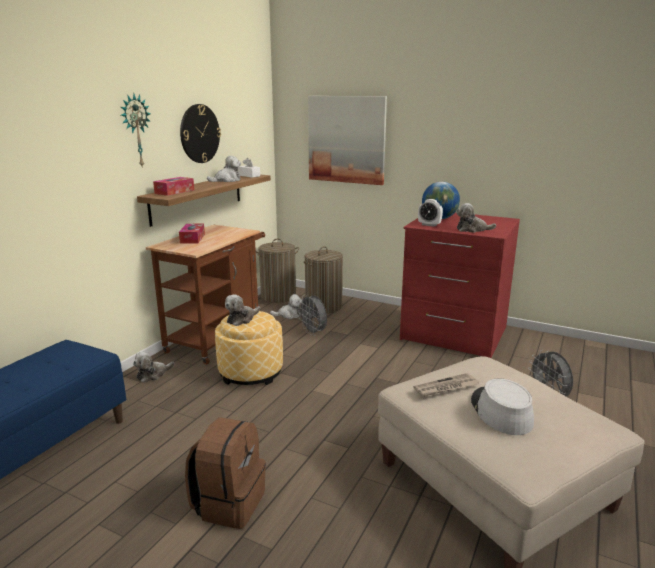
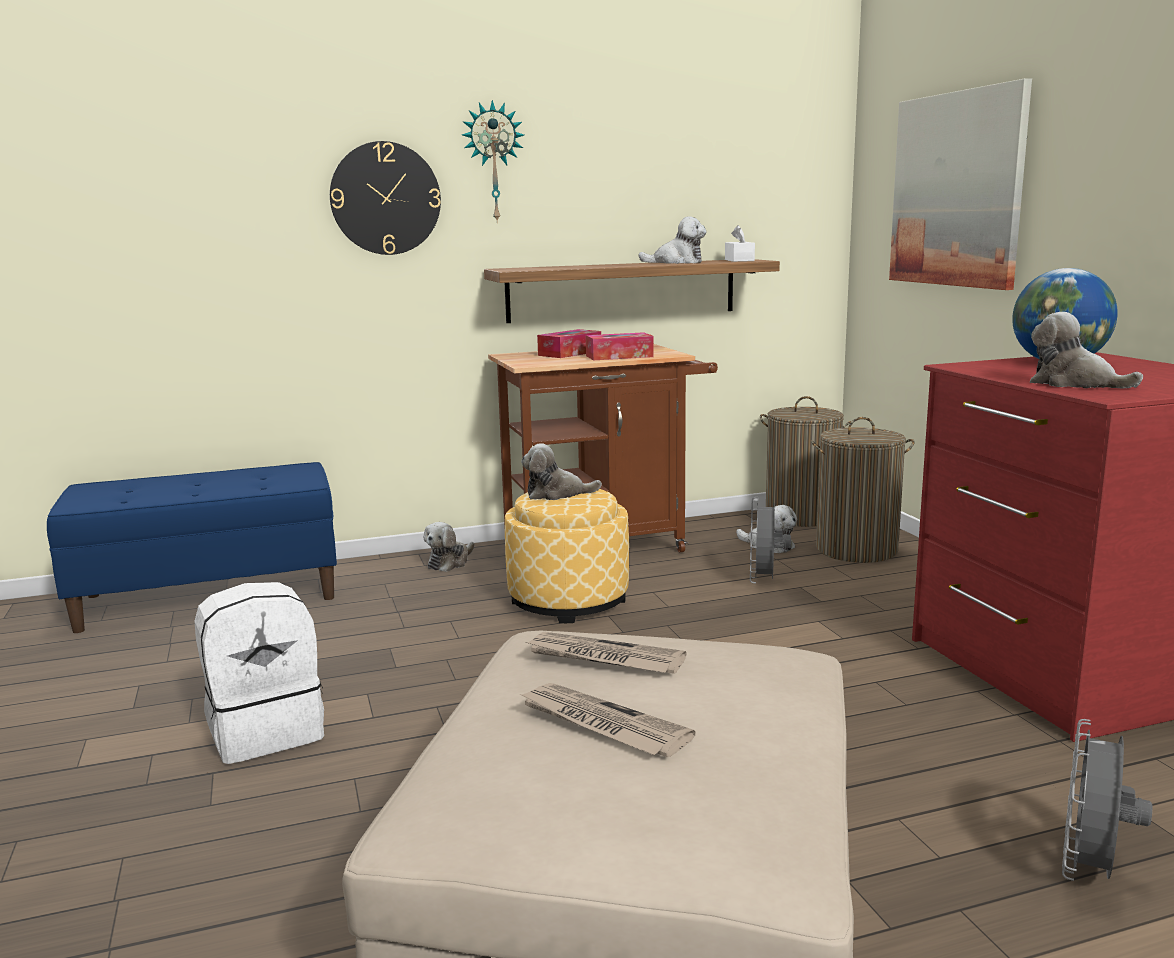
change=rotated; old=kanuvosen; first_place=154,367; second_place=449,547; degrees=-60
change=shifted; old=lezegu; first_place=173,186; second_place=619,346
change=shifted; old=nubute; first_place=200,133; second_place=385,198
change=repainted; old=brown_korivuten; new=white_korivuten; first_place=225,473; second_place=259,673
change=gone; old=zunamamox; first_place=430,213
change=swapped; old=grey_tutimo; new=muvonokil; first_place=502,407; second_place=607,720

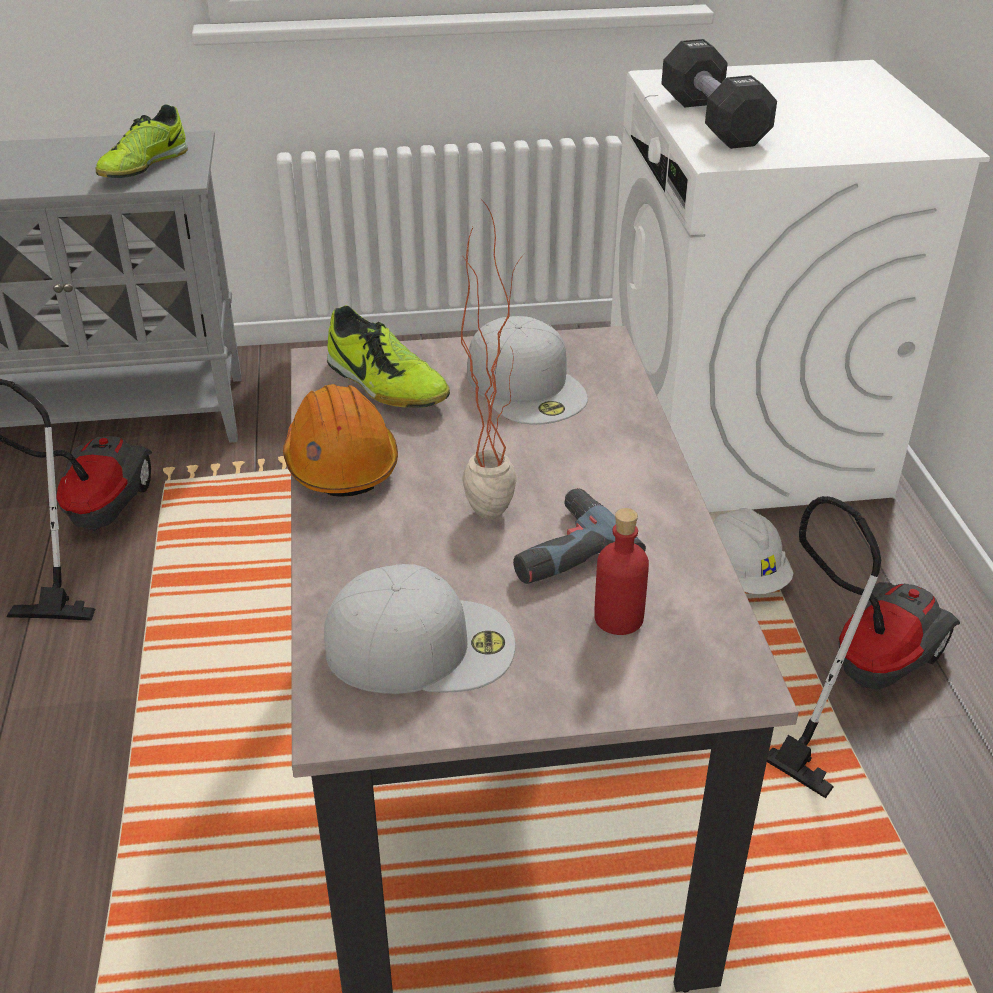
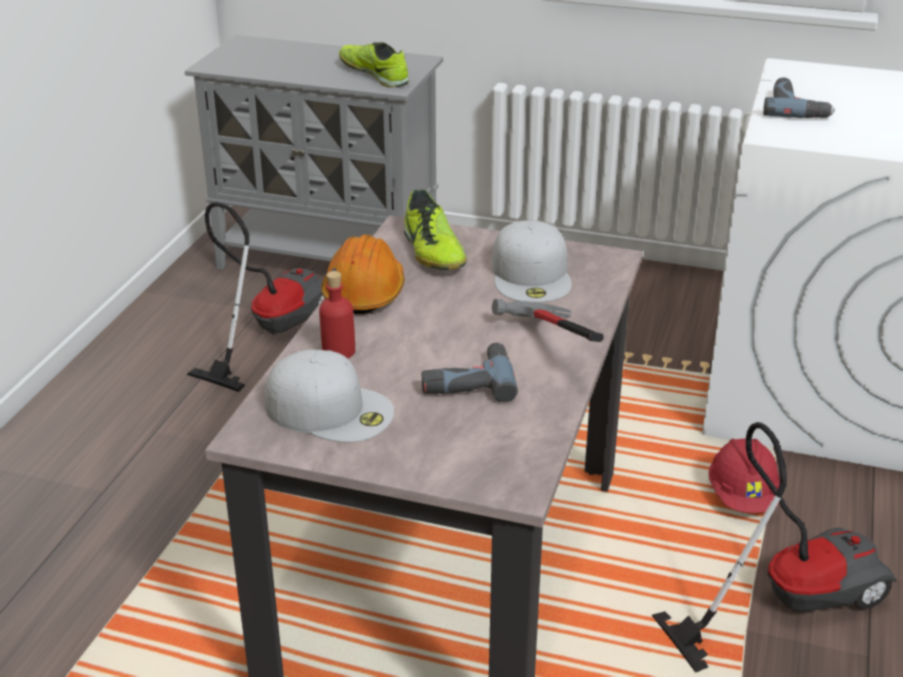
change=rotated; old=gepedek; first_place=141,141; second_place=374,64; degrees=90
change=gone; old=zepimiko; first_place=492,359
change=shifted; old=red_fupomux; first_place=621,571; second_place=337,314
change=swapped; old=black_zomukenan; new=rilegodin; first_place=719,94; second_place=799,97
change=repainted; old=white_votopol; new=red_votopol; first_place=753,551; second_place=744,475
change=new; new=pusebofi; second_place=548,320

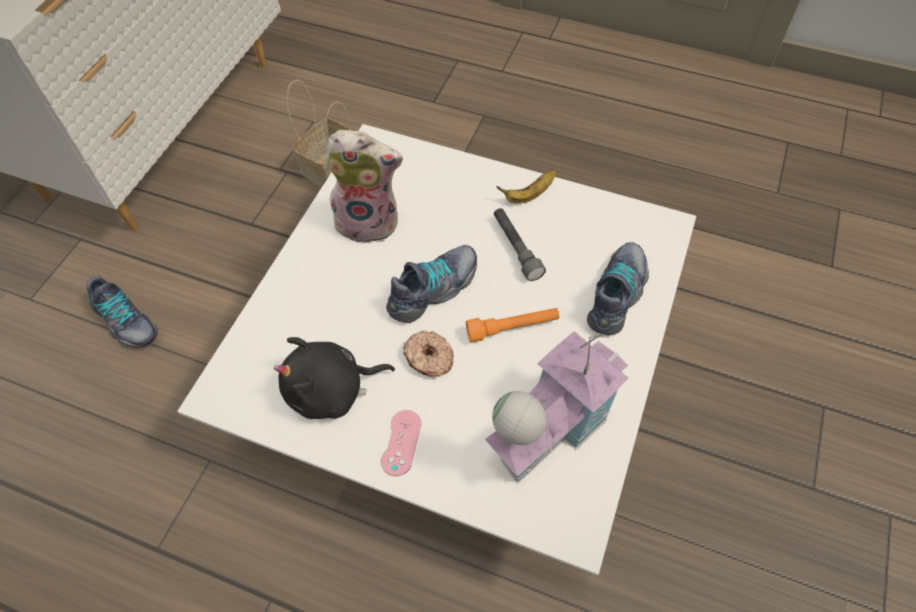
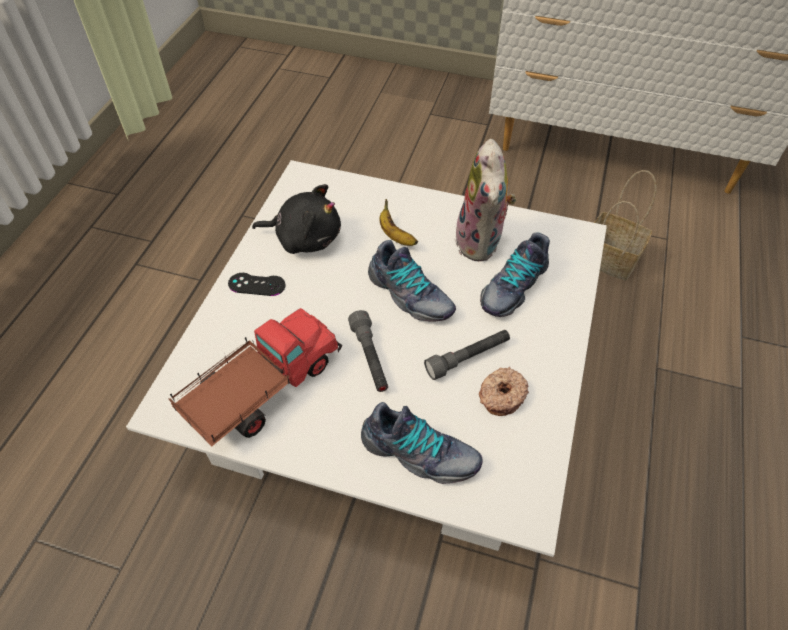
change=shifted; old=gepedek; first_place=122,312; second_place=515,274
change=rotated; old=black_kanuvosen; first_place=334,378; second_place=296,219; degrees=120
change=repainted; old=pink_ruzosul; new=black_ruzosul; first_place=401,443; second_place=257,284
change=shifted; old=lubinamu; first_place=428,354; second_place=504,391
change=repainted; old=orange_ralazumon; new=grey_ralazumon; first_place=513,325; second_place=368,351
change=swapped; old=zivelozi; new=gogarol; first_place=556,407; second_place=255,377
change=shifted; old=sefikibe; first_place=526,186; second_place=398,222

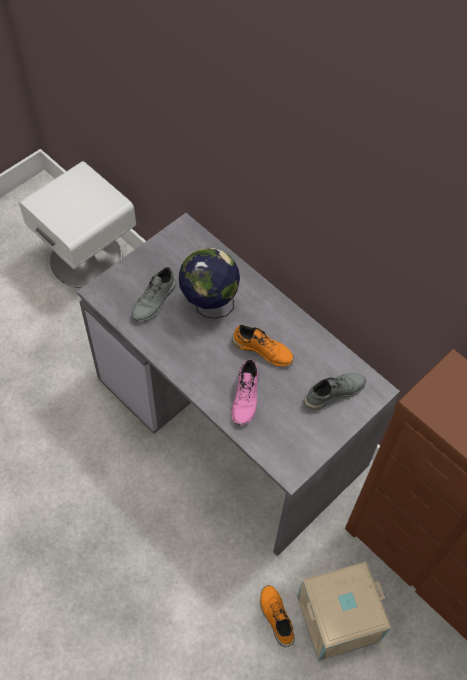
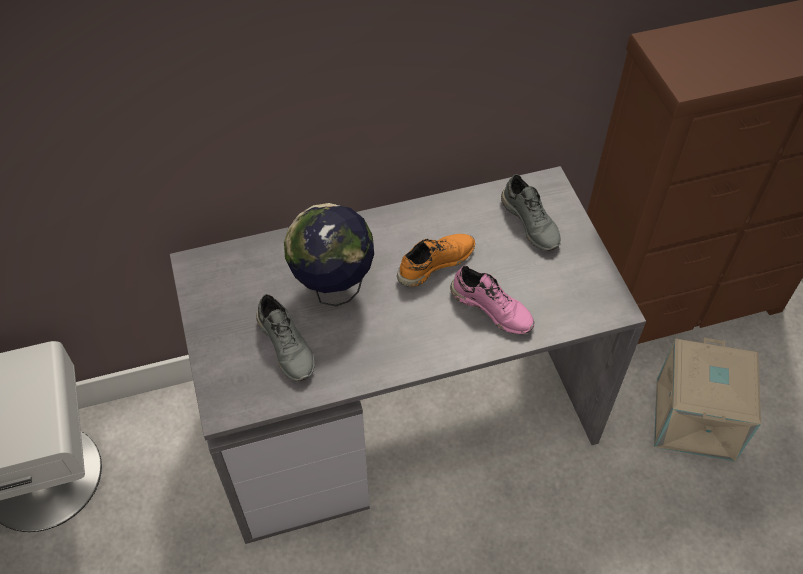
change=gone; old=orange_gepedek; first_place=277,616
change=rotated; old=grey_gepedek; first_place=335,391; second_place=531,212; degrees=150

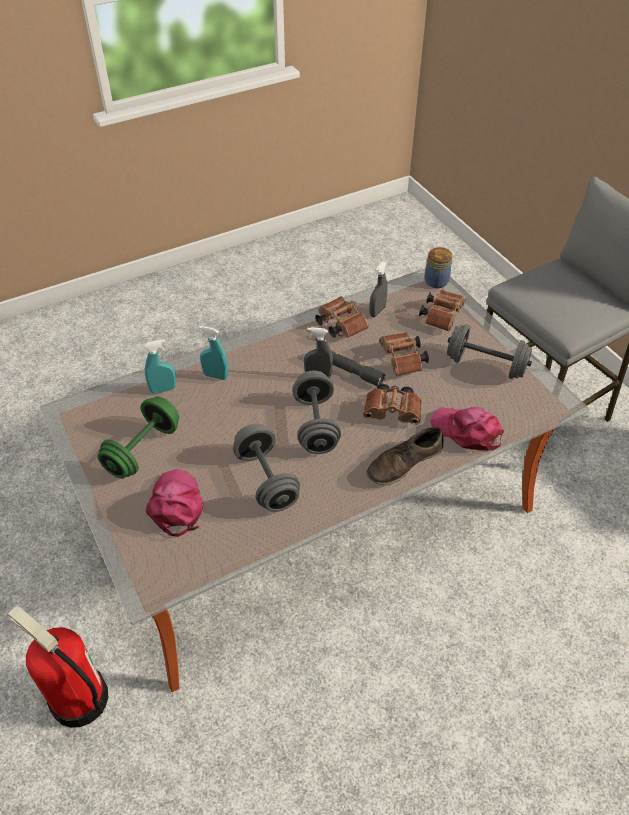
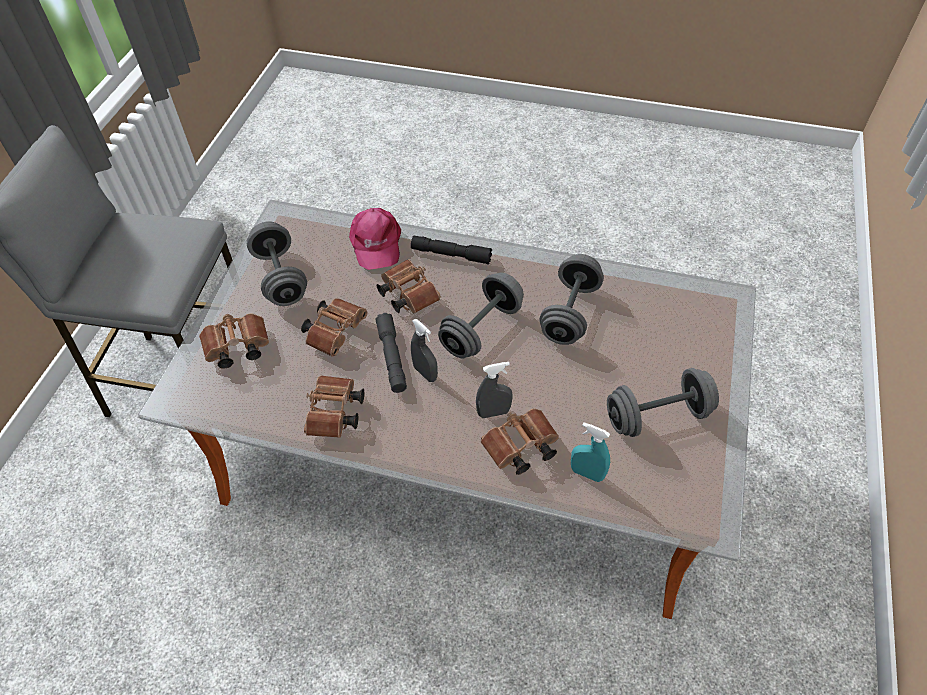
change=gone; old=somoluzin; first_place=58,666
change=repainted; old=green_zomukenan; new=grey_zomukenan; first_place=138,438; second_place=663,402
change=gone; old=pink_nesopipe; first_place=174,503
change=swapped; old=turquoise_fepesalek; new=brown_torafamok; first_place=213,353; second_place=519,441
change=swapped; old=brown_gepedek; new=black_ralazumon; first_place=405,456; second_place=451,250
change=shifted; old=grey_fepesalek; first_place=378,289; second_place=494,390
change=gone; old=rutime; first_place=438,267

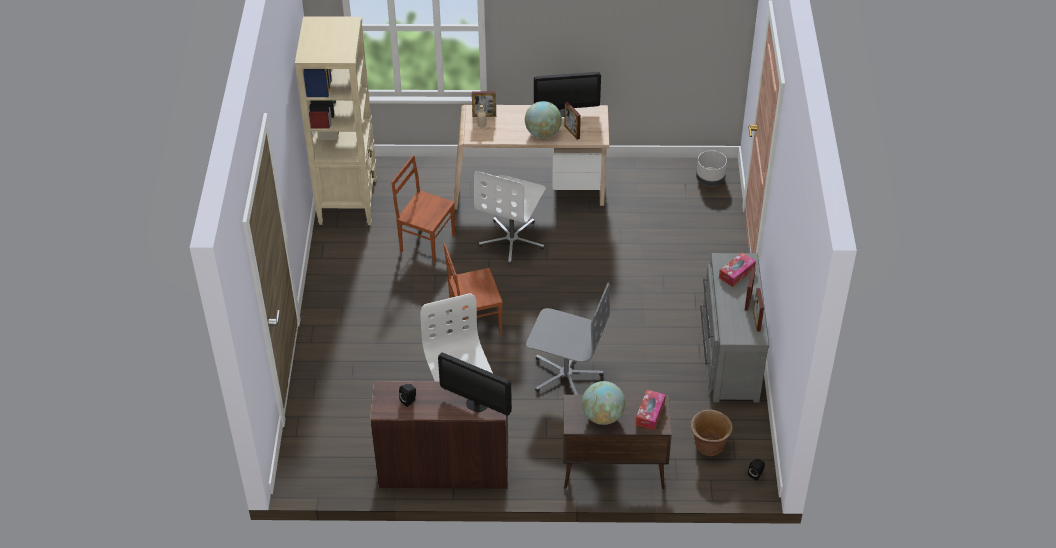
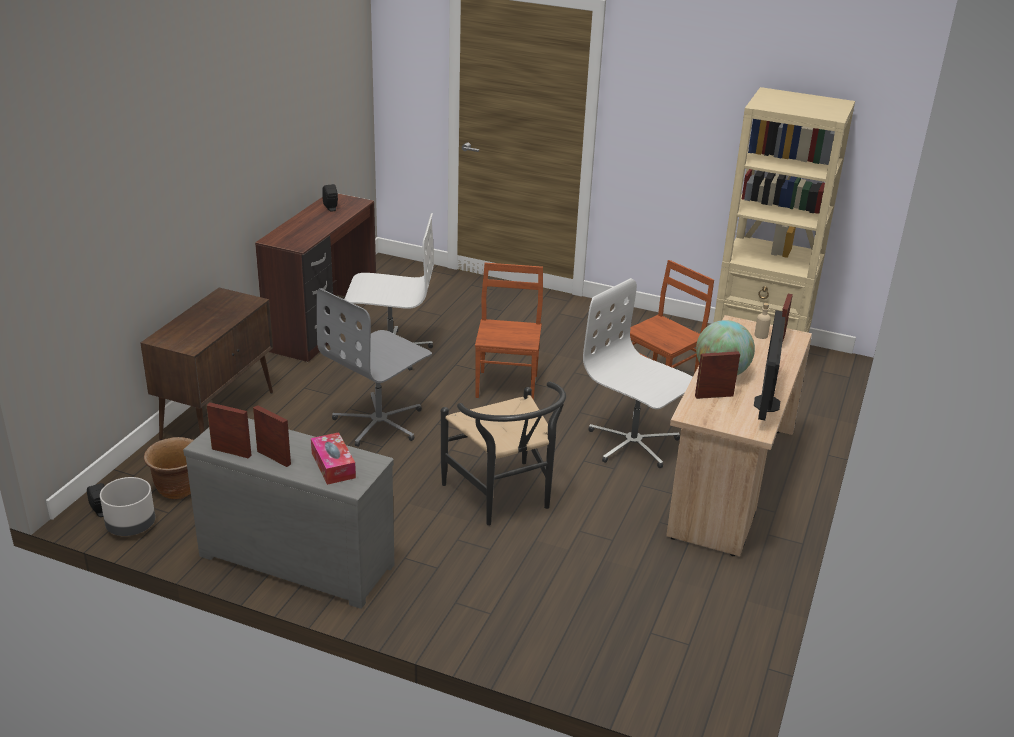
change=gone; old=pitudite; first_place=475,384
change=gone; old=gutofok; first_place=604,403
change=gone; old=lezegu; first_place=650,410
change=shifted; old=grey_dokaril; first_place=711,168; second_place=127,506
change=new; new=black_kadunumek; second_place=503,453

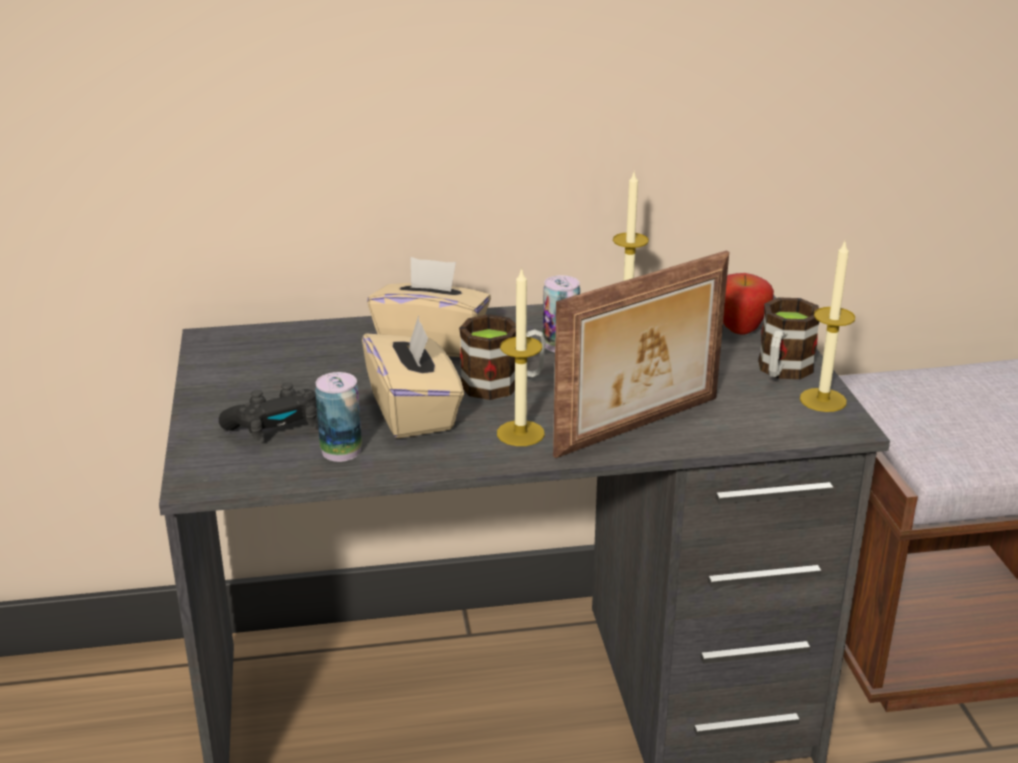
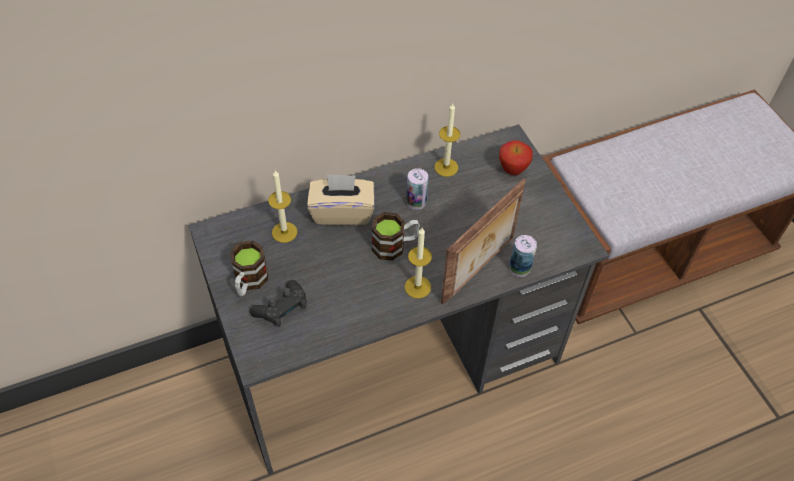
change=shifted; old=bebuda; first_place=338,417; second_place=523,256
change=gone; old=beige_lezegu; first_place=413,377
change=shifted; old=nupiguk; first_place=788,338; second_place=249,269
change=shifted; old=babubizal; first_place=827,325; second_place=282,206

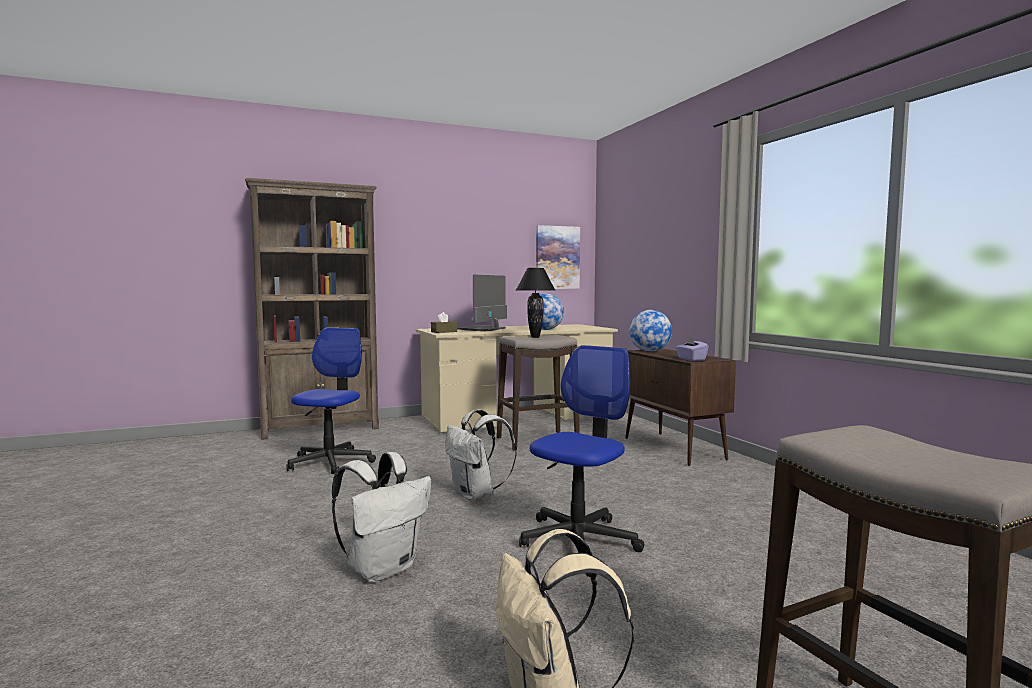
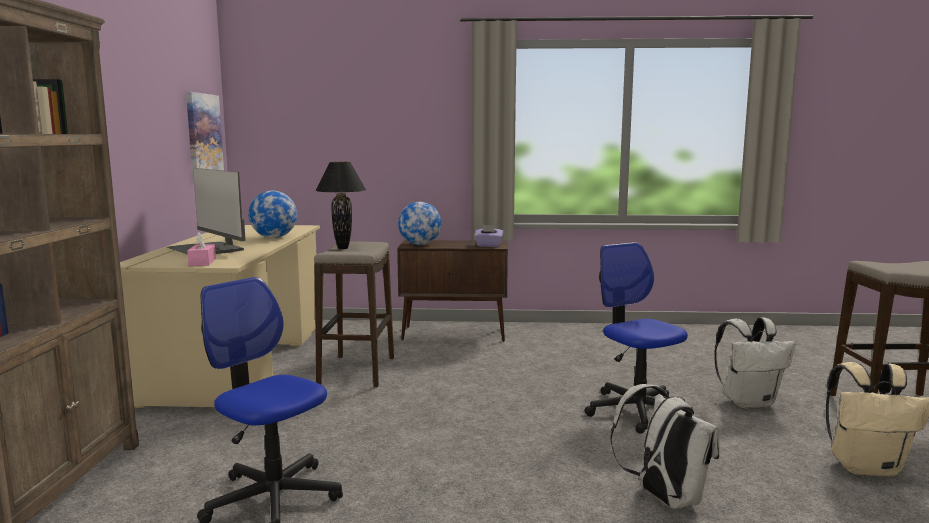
change=repainted; old=brown_lezegu; new=pink_lezegu; first_place=444,322; second_place=201,249
change=shifted; old=white_korivuten; first_place=480,454; second_place=755,362

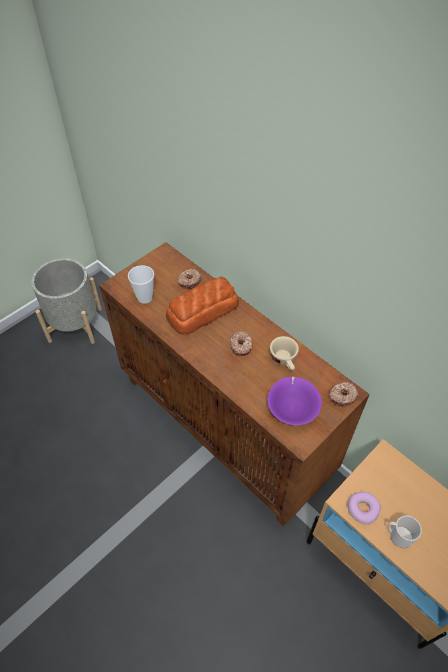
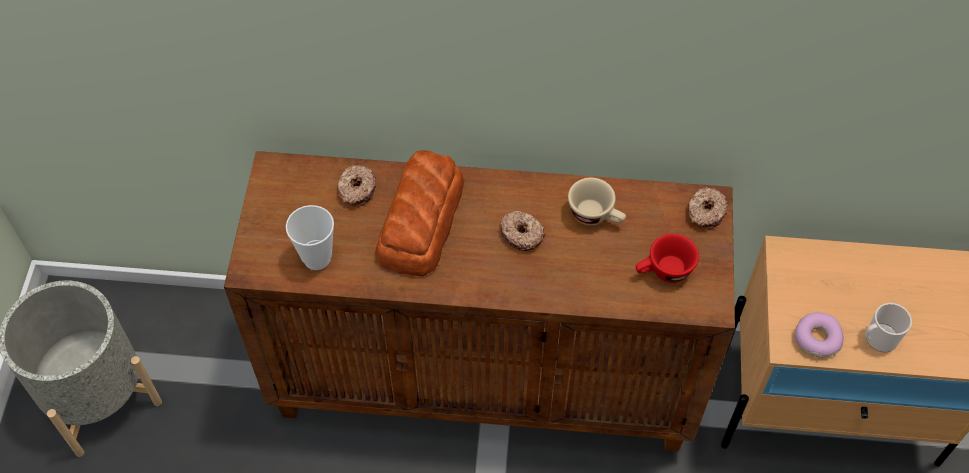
change=swapped; old=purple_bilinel; new=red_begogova; first_place=294,401; second_place=667,258

